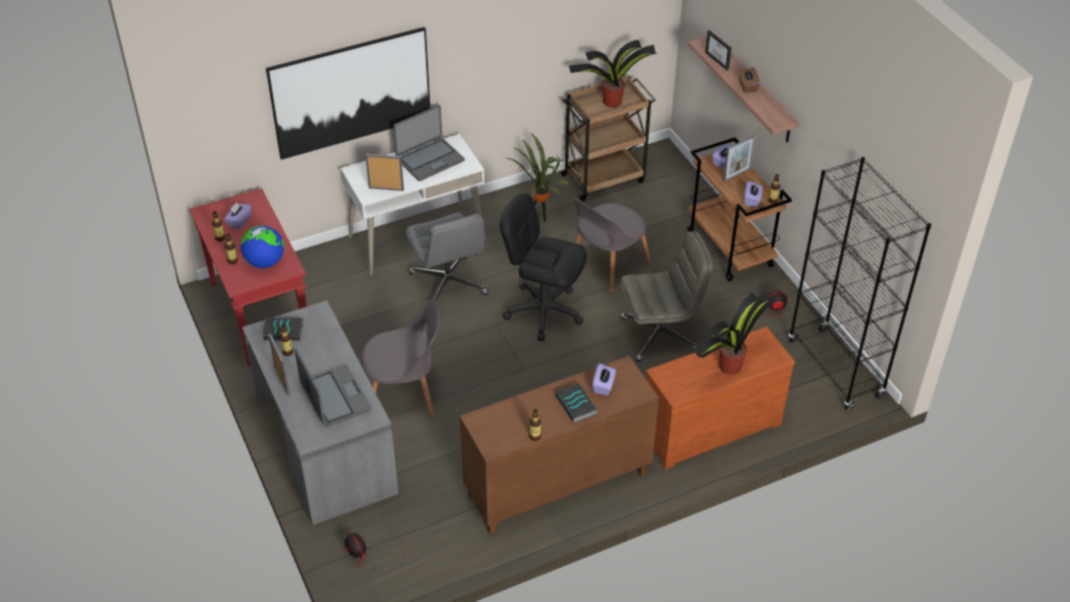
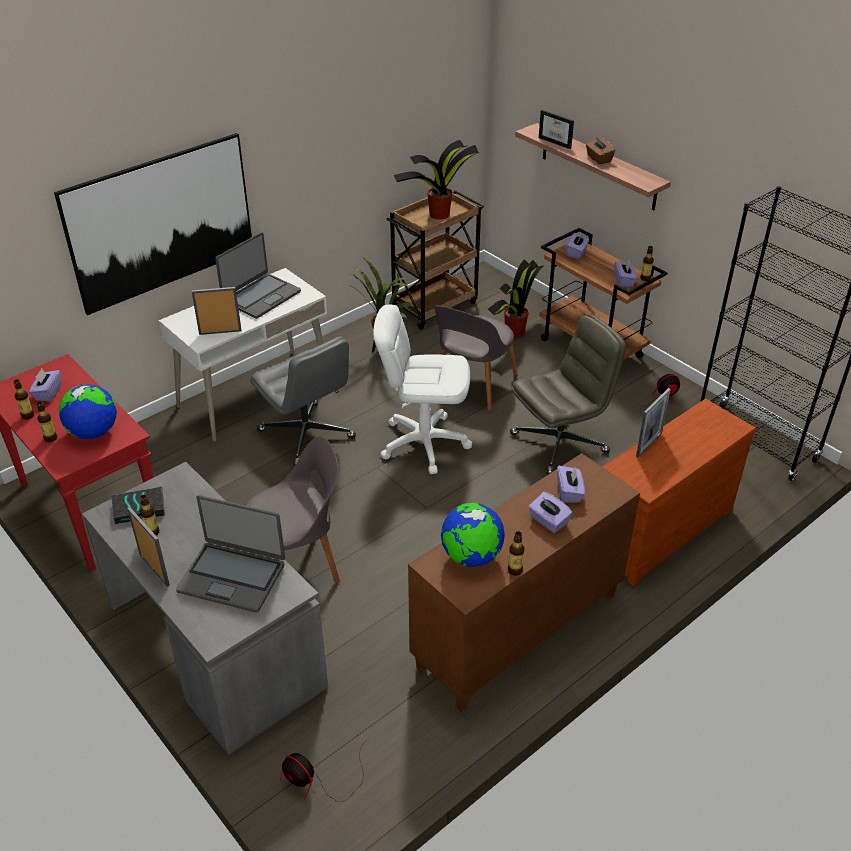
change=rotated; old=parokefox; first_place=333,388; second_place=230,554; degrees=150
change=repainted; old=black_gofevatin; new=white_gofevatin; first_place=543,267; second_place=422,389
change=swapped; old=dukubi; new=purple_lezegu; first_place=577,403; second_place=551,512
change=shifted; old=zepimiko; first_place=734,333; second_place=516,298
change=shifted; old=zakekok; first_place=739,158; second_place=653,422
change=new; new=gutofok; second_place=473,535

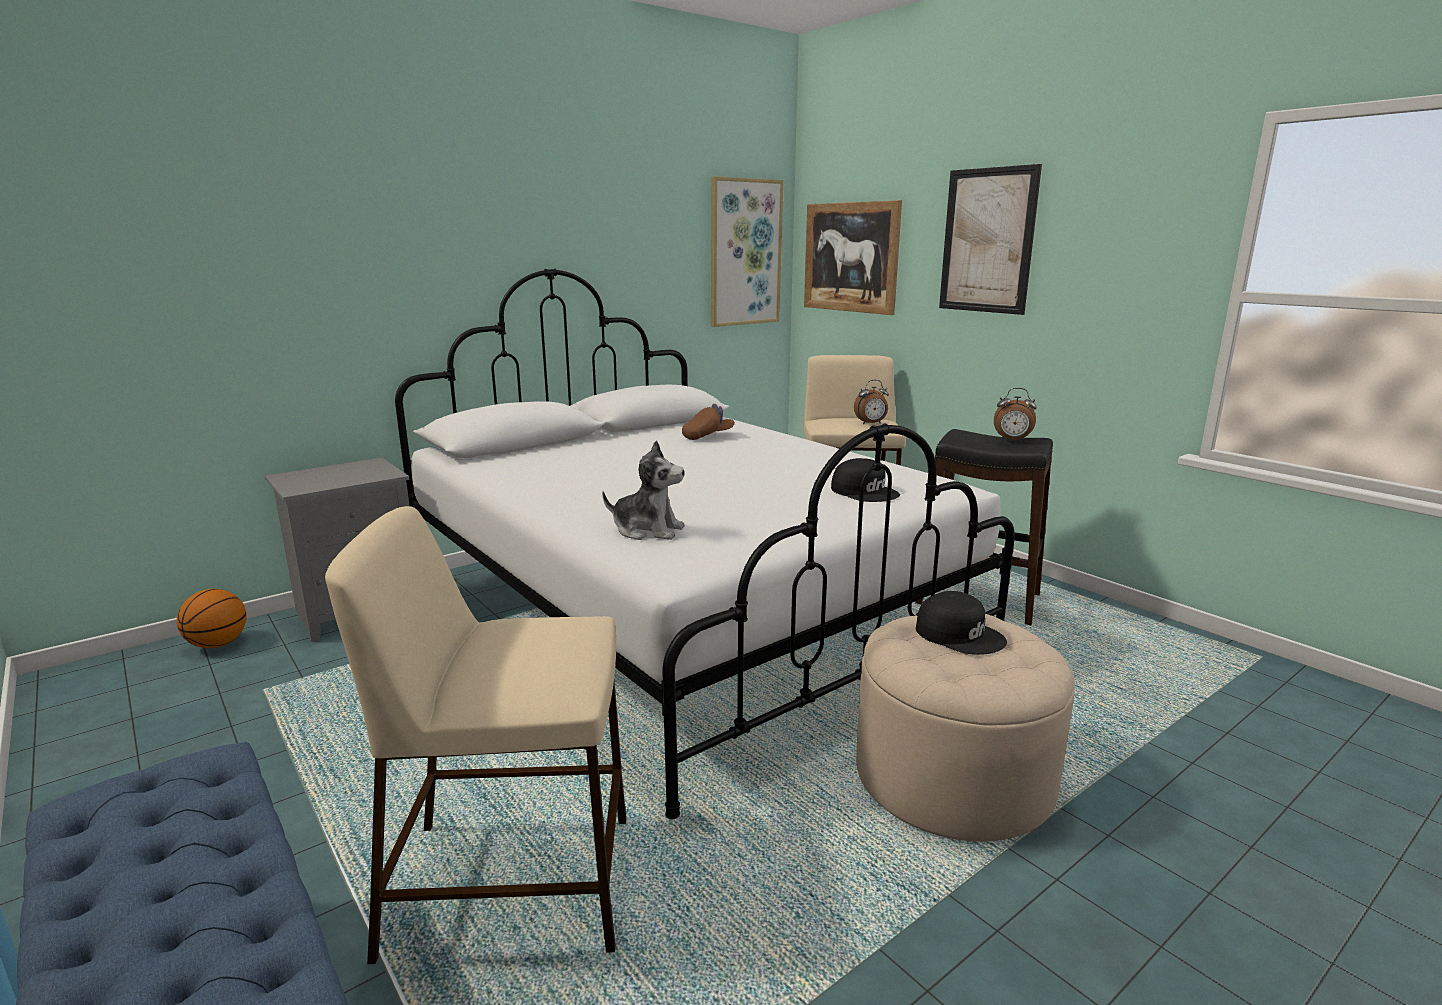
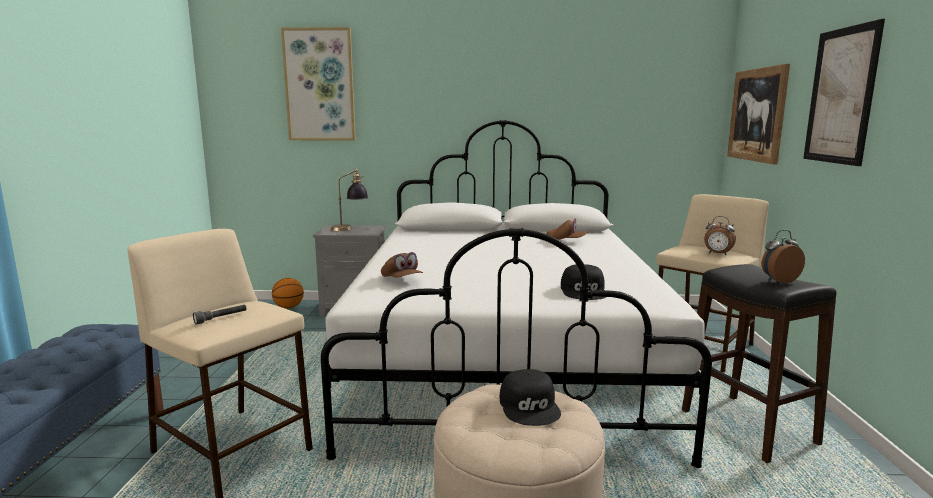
change=swapped; old=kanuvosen; new=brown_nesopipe; first_place=643,490; second_place=402,264
change=shifted; old=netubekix; first_place=747,251; second_place=318,83
change=rotated; old=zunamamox; first_place=1015,415; second_place=783,256; degrees=105
change=new; new=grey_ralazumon; second_place=220,314
change=new; new=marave; second_place=349,200

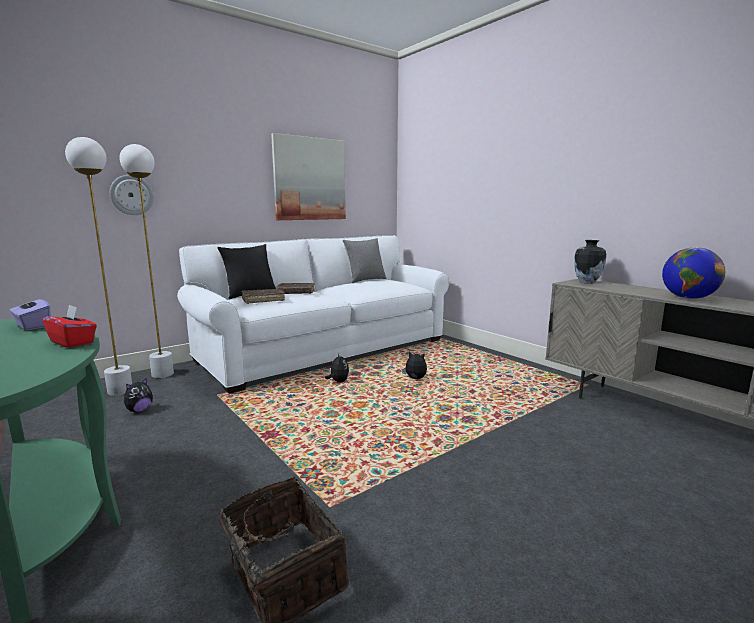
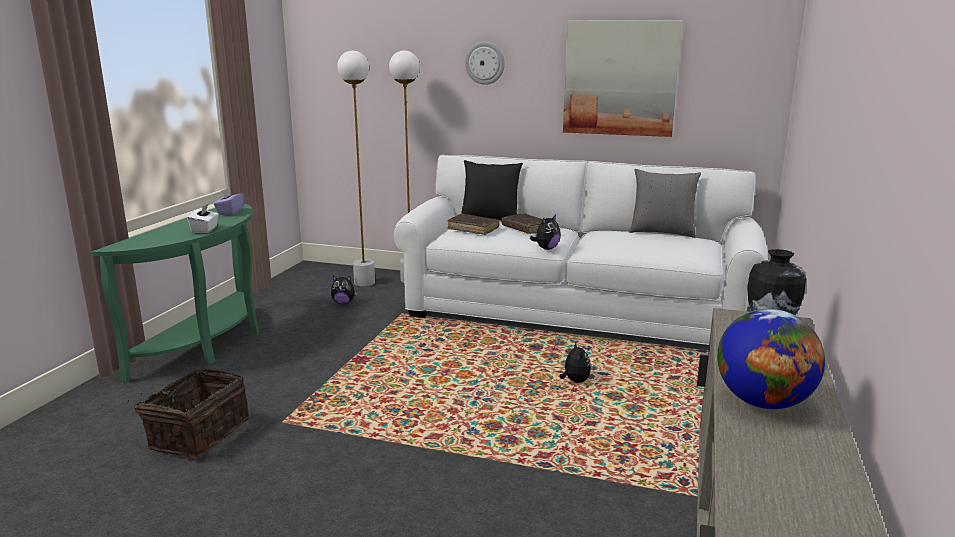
change=repainted; old=red_lezegu; new=white_lezegu; first_place=70,326; second_place=203,218
change=shifted; old=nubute; first_place=132,195; second_place=485,63
change=shifted; old=kanuvosen; first_place=337,368; second_place=545,232

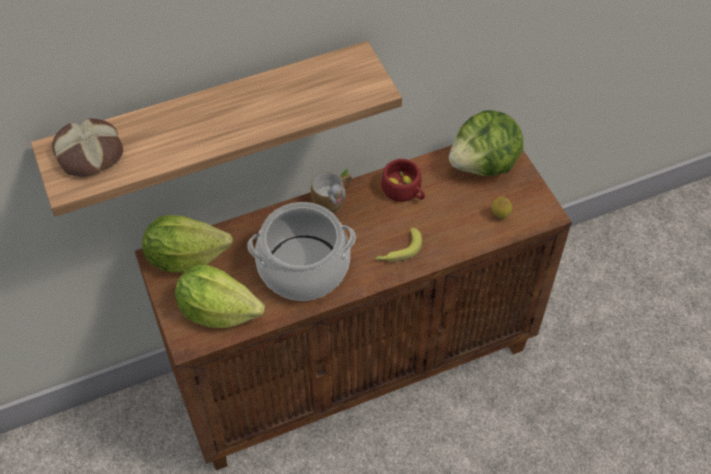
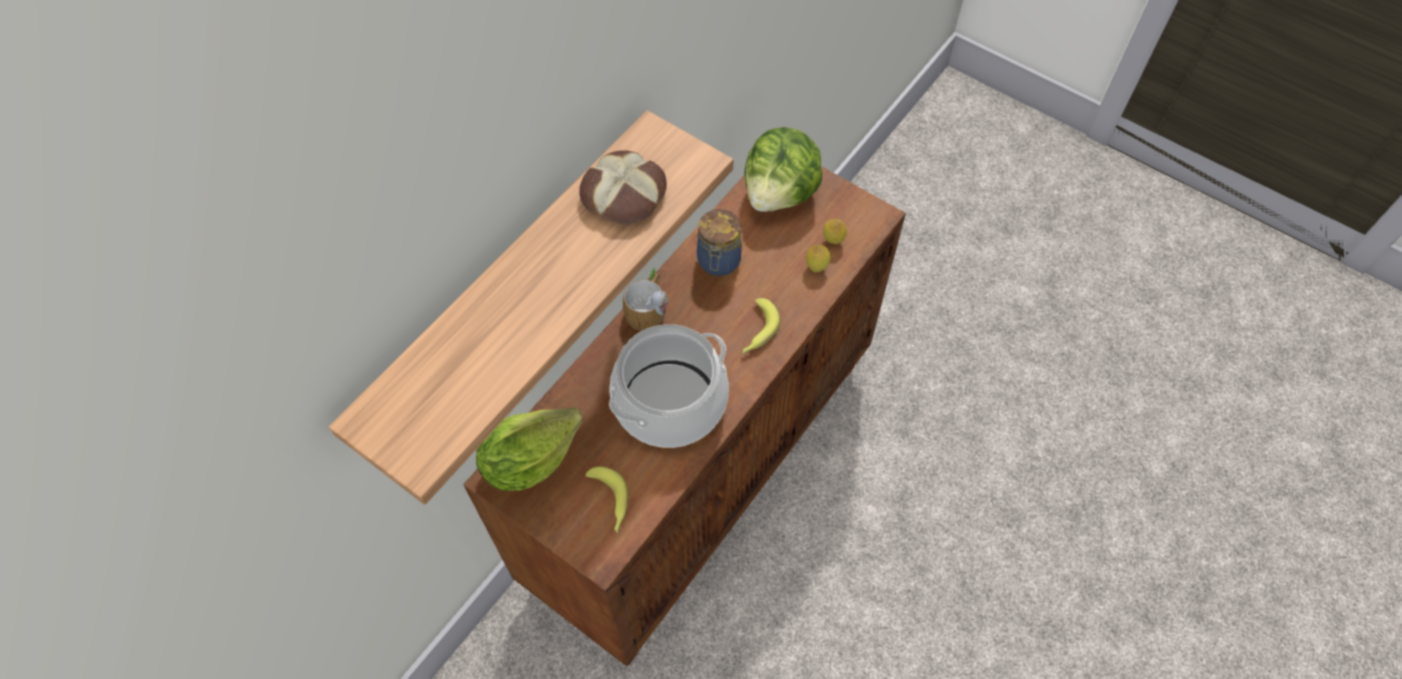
change=shifted; old=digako; first_place=87,147; second_place=623,188
change=swapped; old=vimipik; new=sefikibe; first_place=220,296; second_place=606,499
change=swapped; old=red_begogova; new=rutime; first_place=403,180; second_place=719,242
change=new; new=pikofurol; second_place=818,259

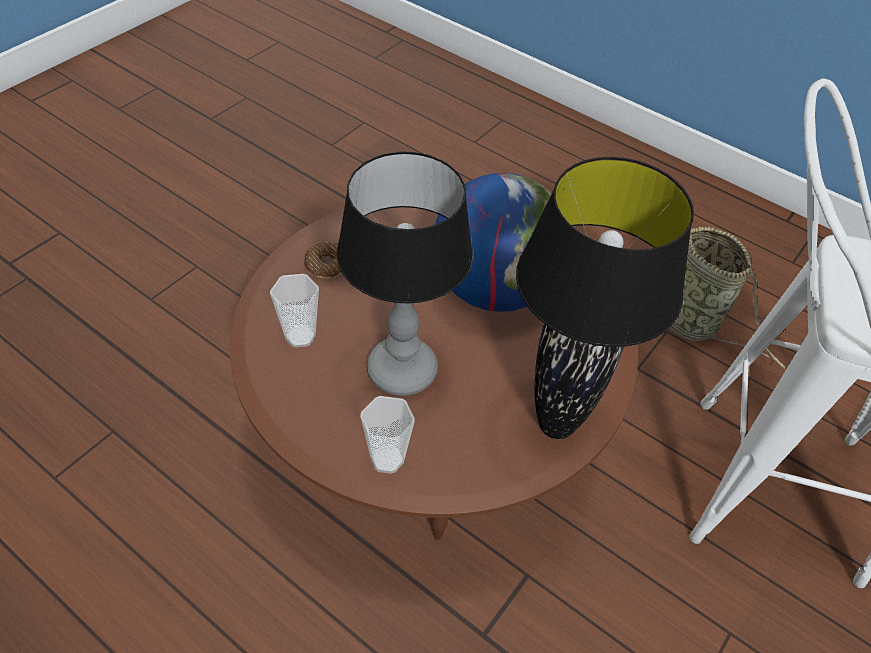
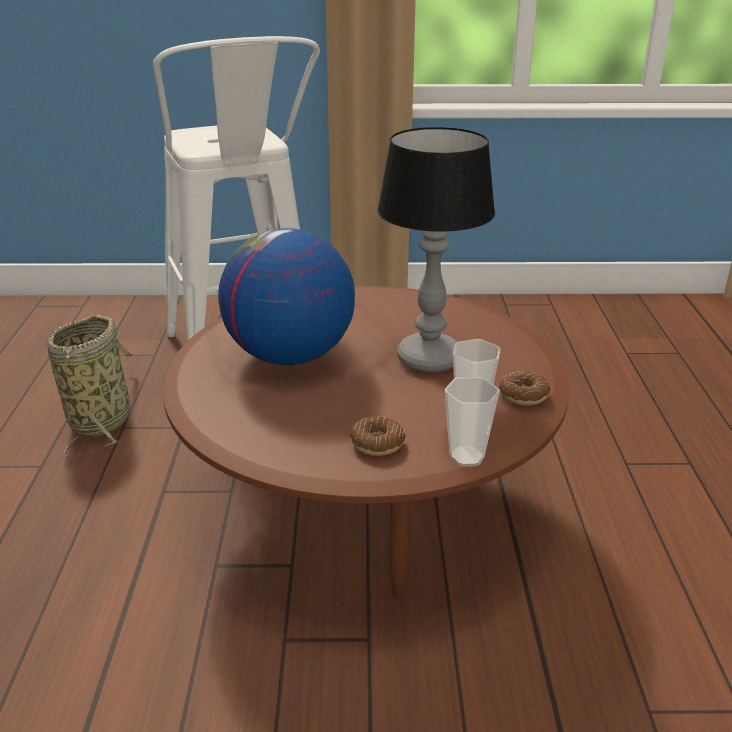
change=shifted; old=begogova; first_place=387,435; second_place=472,422
change=gone; old=black_marave; first_place=605,298
change=new; new=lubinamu; second_place=524,388

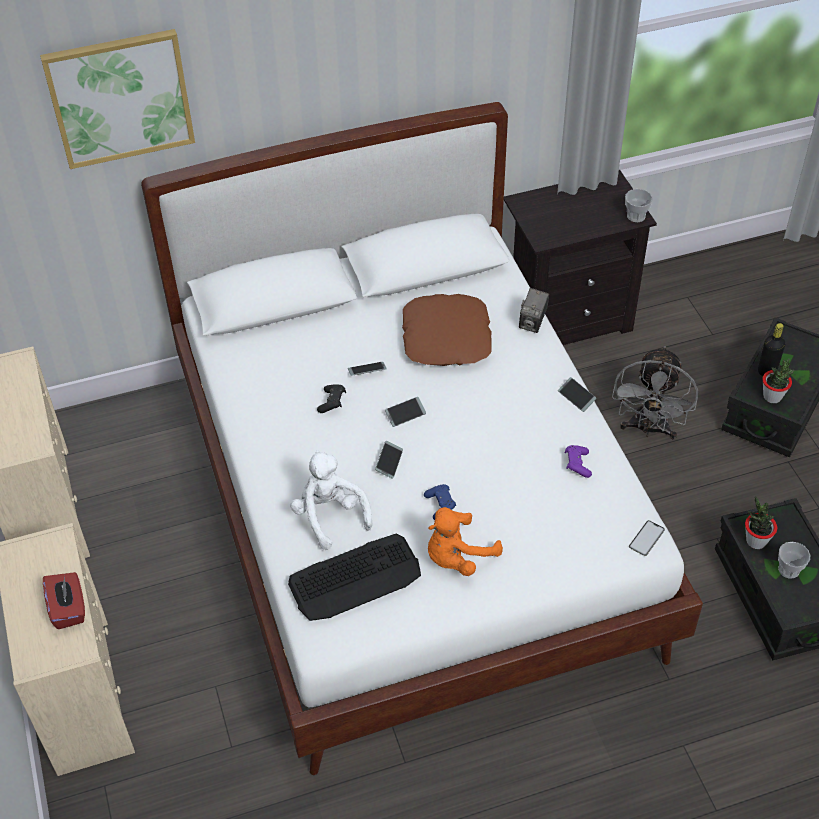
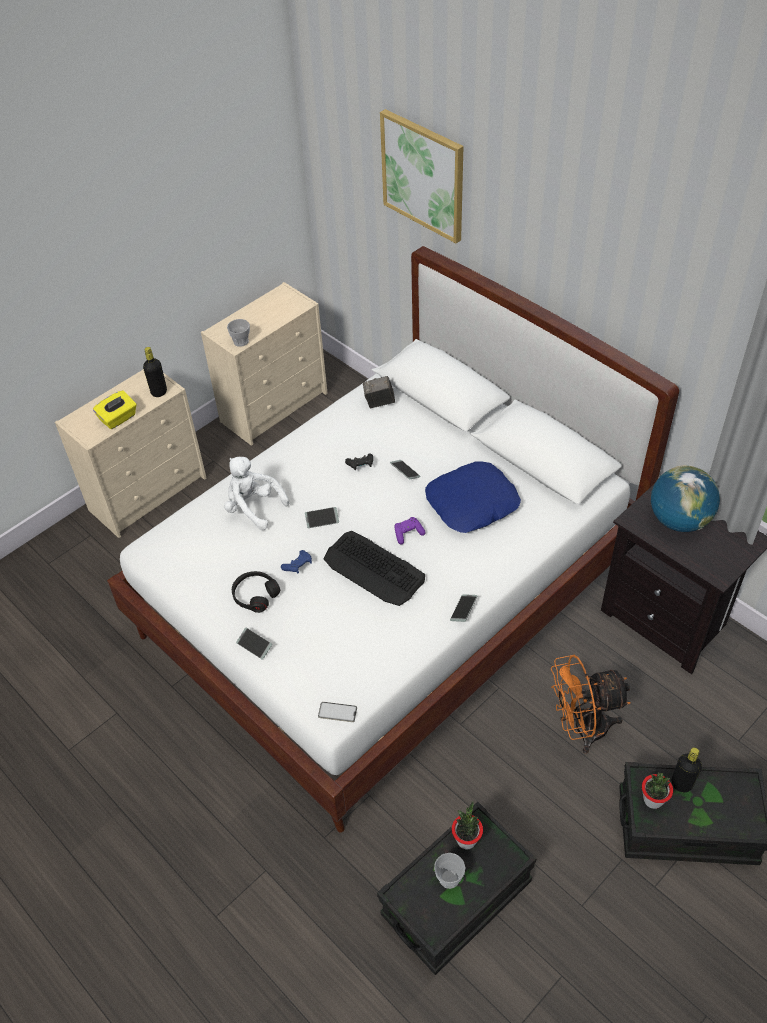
change=repainted; old=red_lezegu; new=yellow_lezegu; first_place=64,600; second_place=115,409
change=shifted; old=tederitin; first_place=354,577; second_place=374,568
change=rotated; old=white_kanuvosen; first_place=331,500; second_place=256,493; degrees=-90
change=shifted; old=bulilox; first_place=405,412; second_place=254,644
change=repainted; old=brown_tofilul; new=blue_tofilul; first_place=447,330; second_place=473,497
change=swapped; old=orange_kanuvosen; new=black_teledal; first_place=465,541; second_place=256,592
change=shifted; old=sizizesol; first_place=534,310; second_place=379,392
change=shifted; old=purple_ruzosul; first_place=578,461; second_place=409,531
change=repainted; old=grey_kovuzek; new=orange_kovuzek; first_place=655,393; second_place=591,704
change=shifted; old=begogova; first_place=639,205; second_place=238,333
change=new; new=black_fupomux; second_place=155,372
change=new; new=gutofok; second_place=685,498

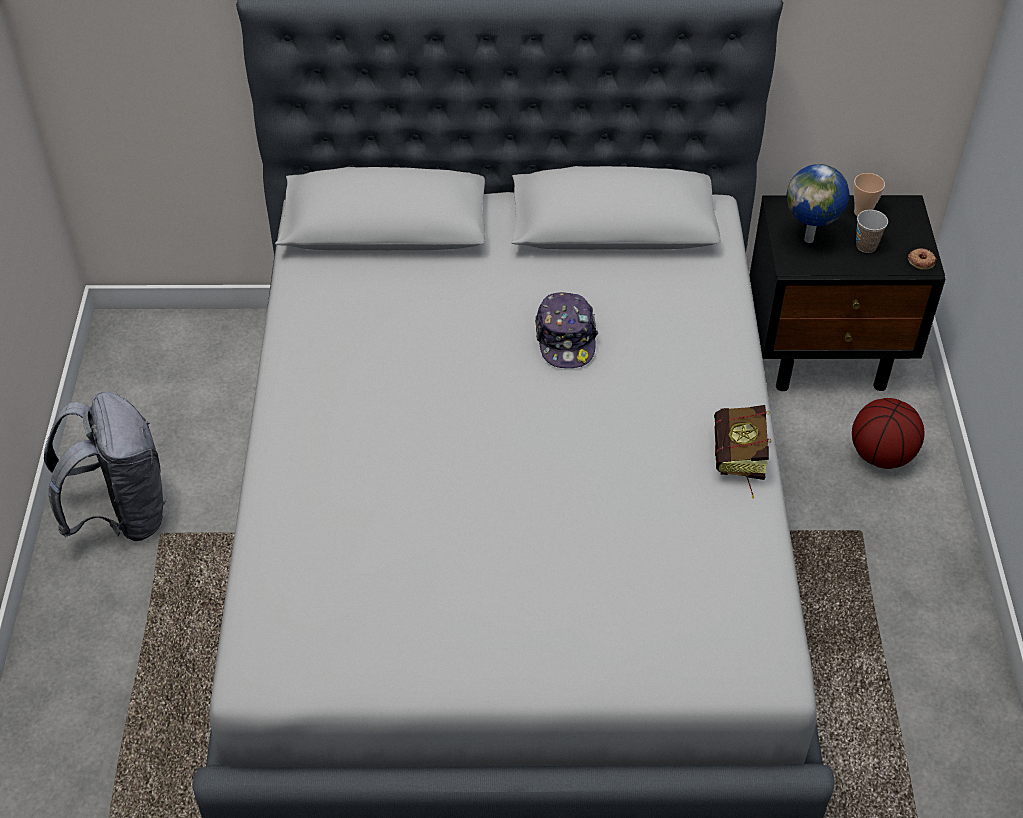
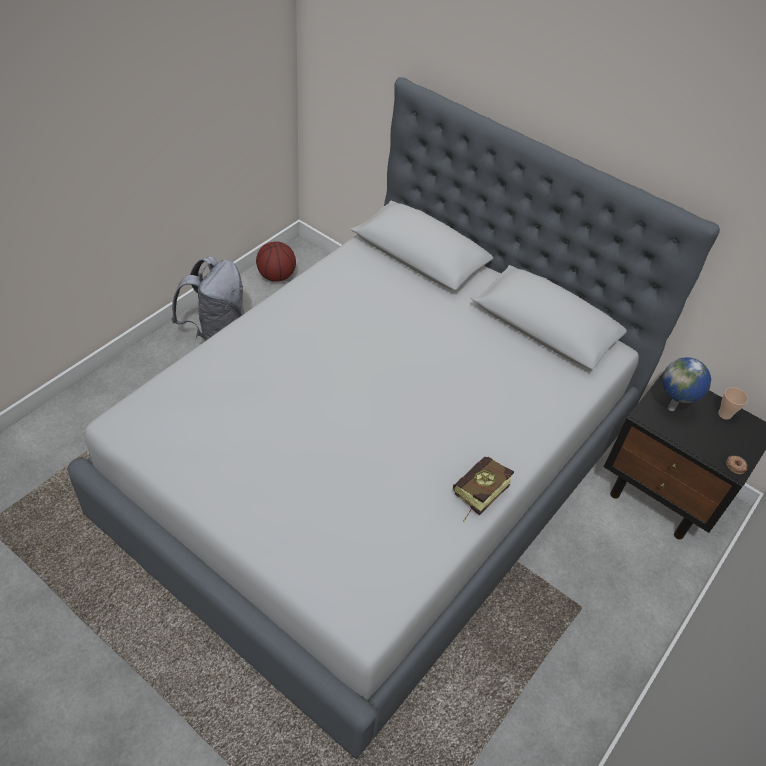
change=gone; old=nesopipe; first_place=566,330
change=shifted; old=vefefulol; first_place=888,433; second_place=276,262
change=gone; old=begogova; first_place=872,231

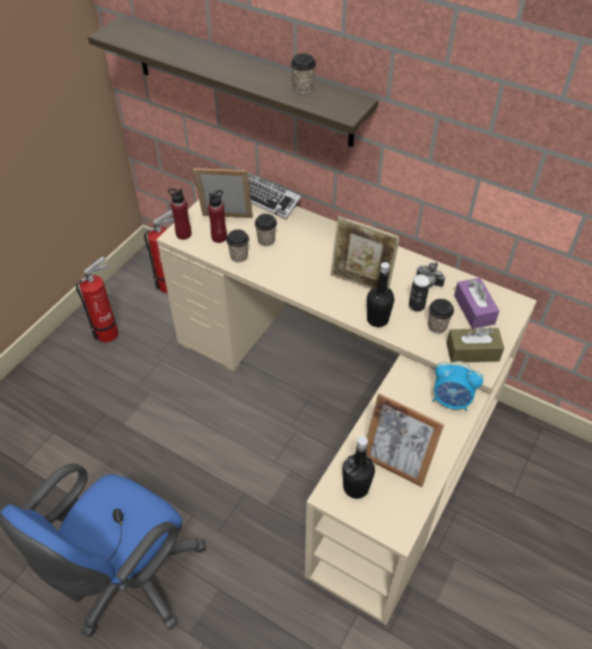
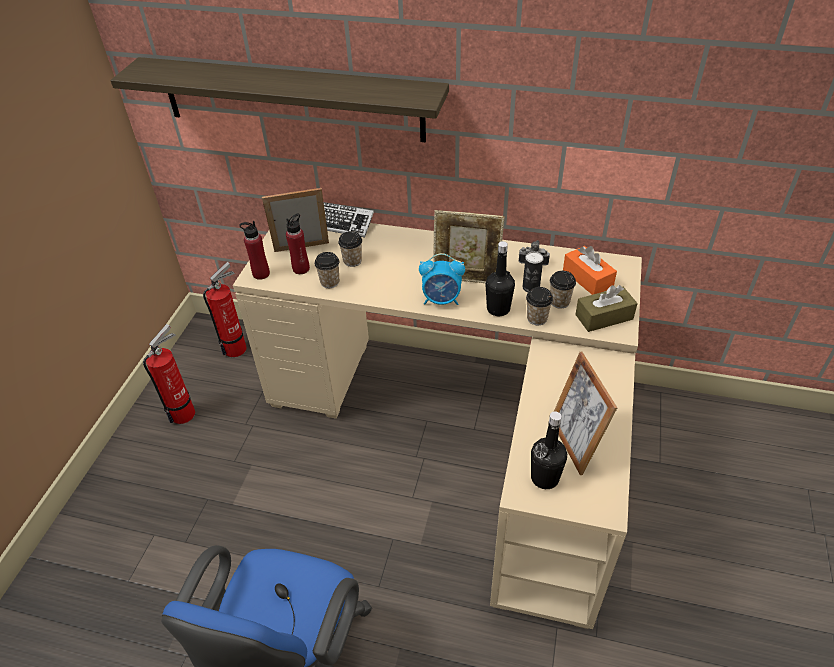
change=shifted; old=begogova; first_place=303,74; second_place=539,306
change=rotated; old=zakekok; first_place=405,440; second_place=585,413; degrees=60
change=shifted; old=zunamamox; first_place=457,386; second_place=442,279
change=repainted; old=purple_lezegu; new=orange_lezegu; first_place=476,303; second_place=590,270

